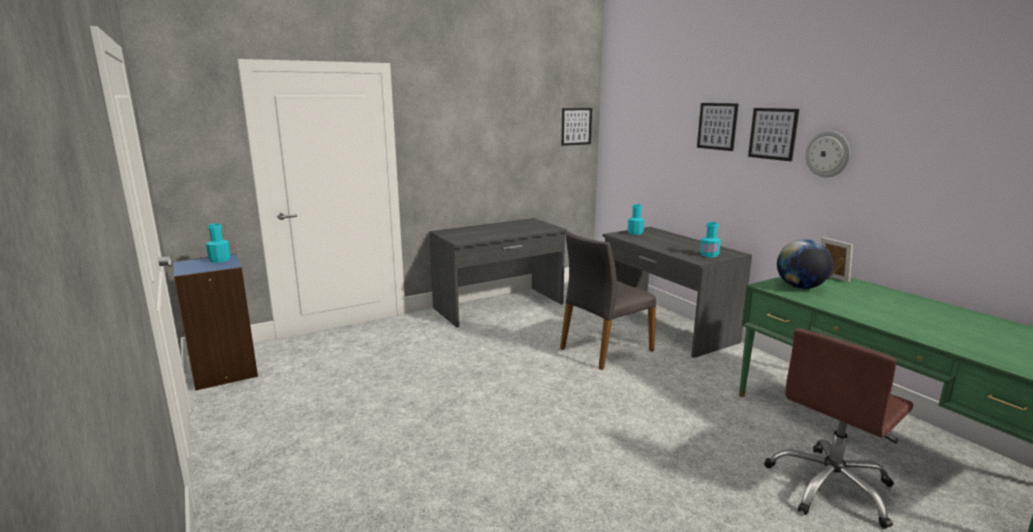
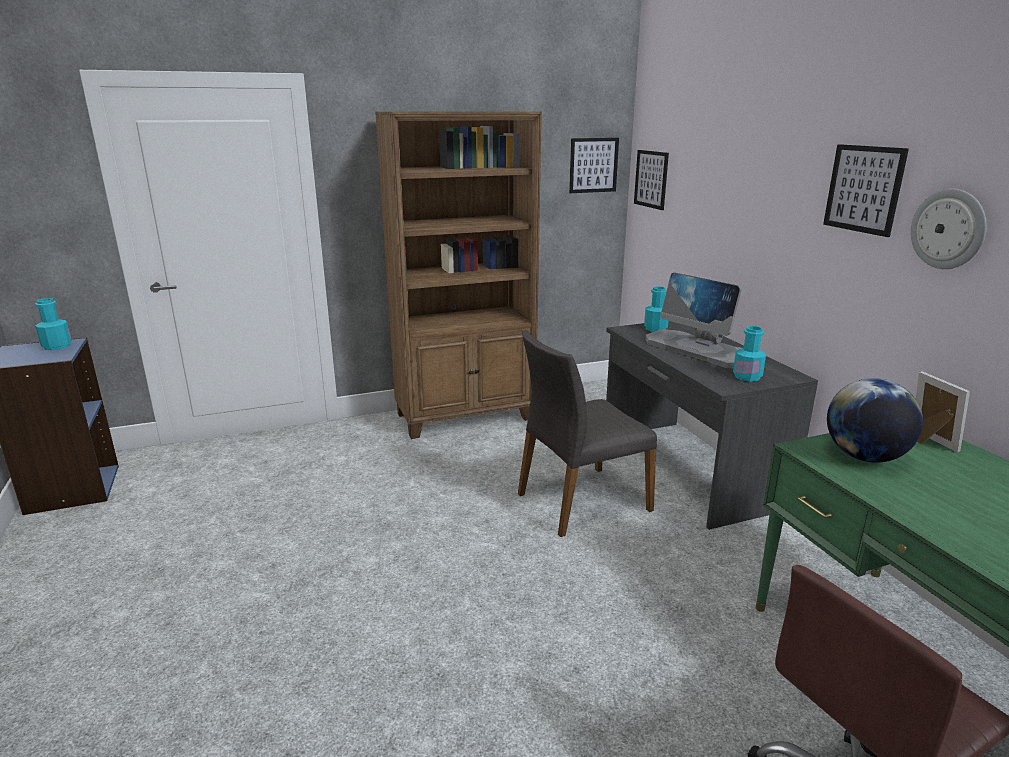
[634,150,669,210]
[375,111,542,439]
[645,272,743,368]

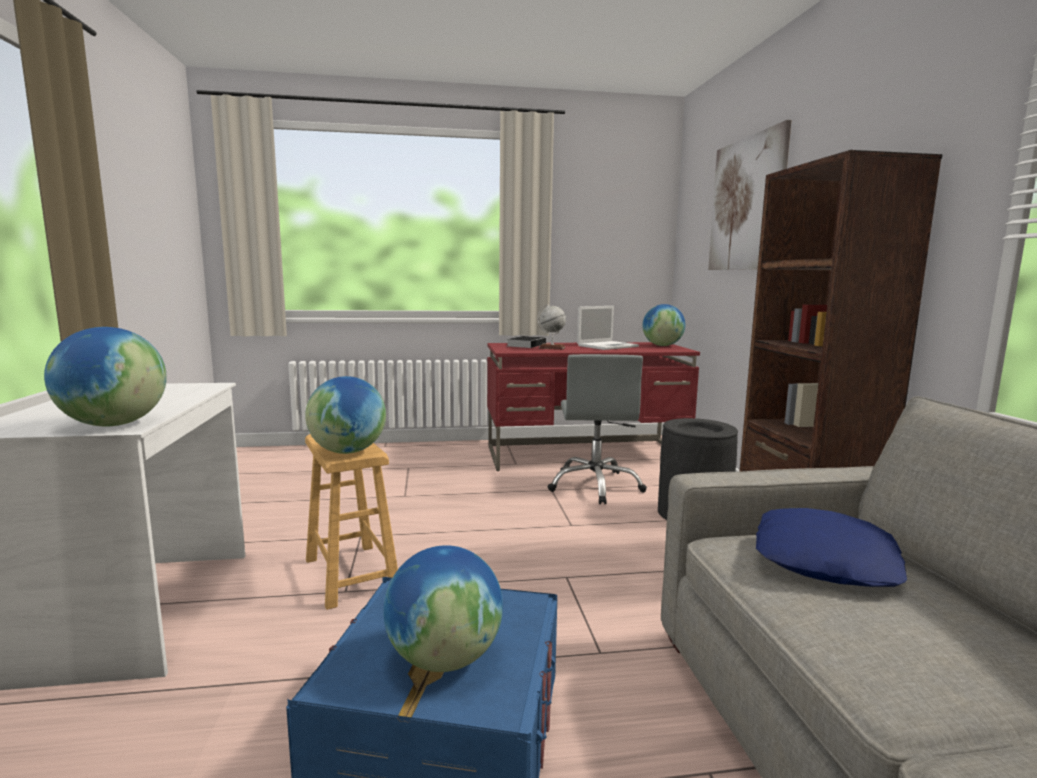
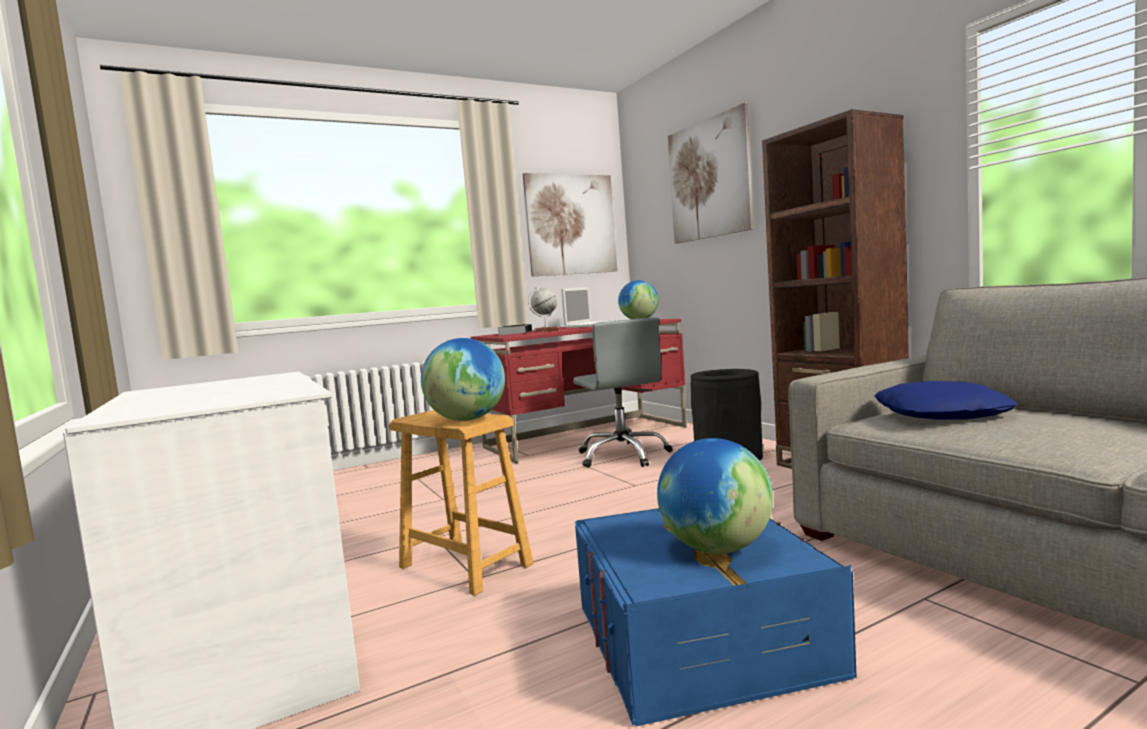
[44,327,167,426] (first image)
[523,173,618,277]

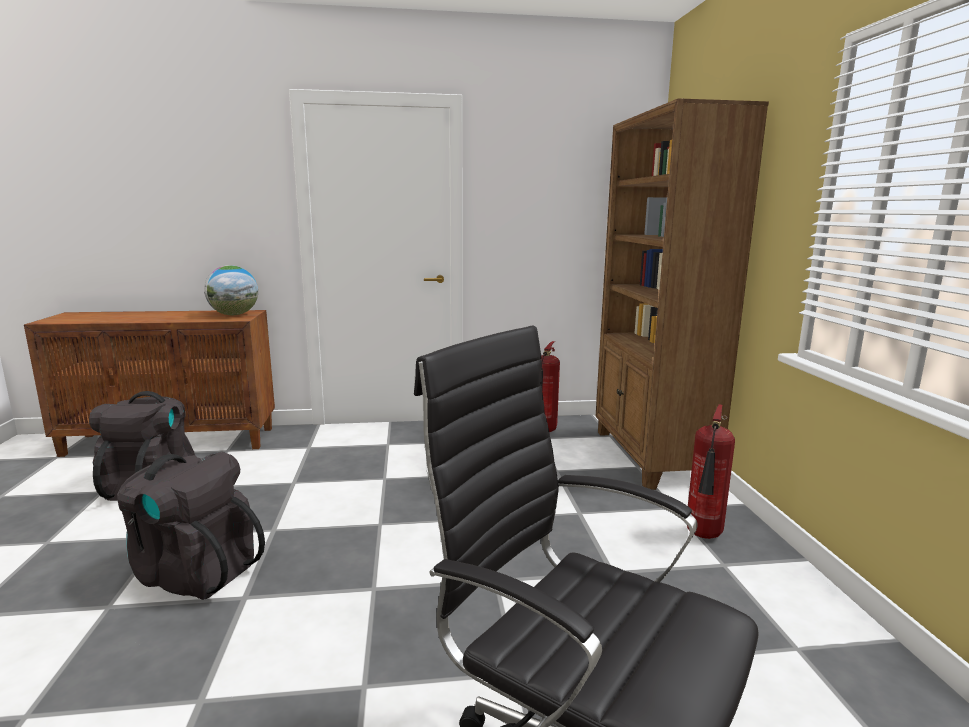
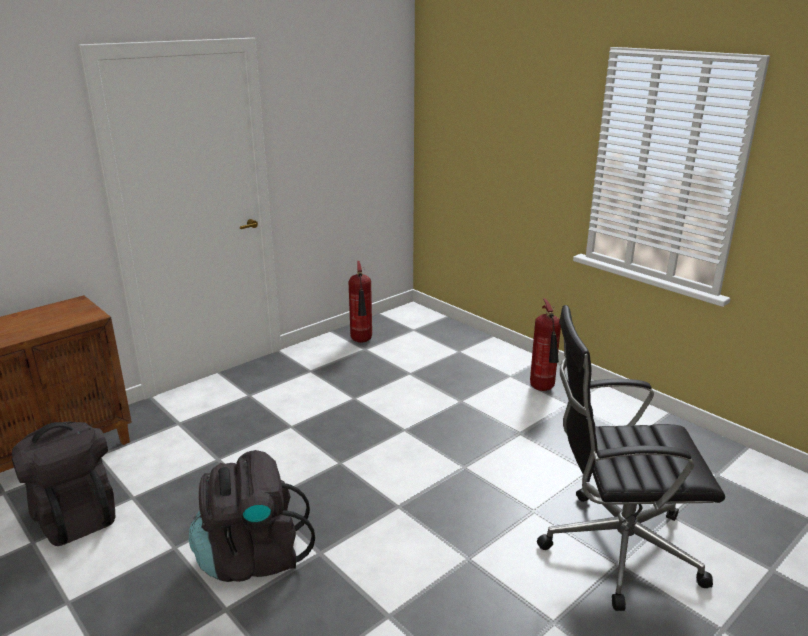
[596,98,769,490] (first image)
[204,265,258,315] (first image)

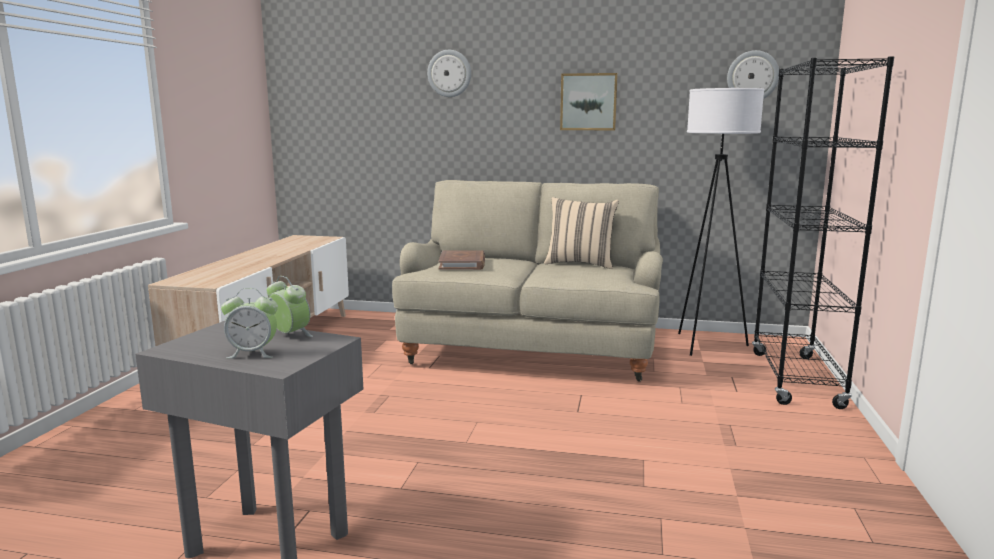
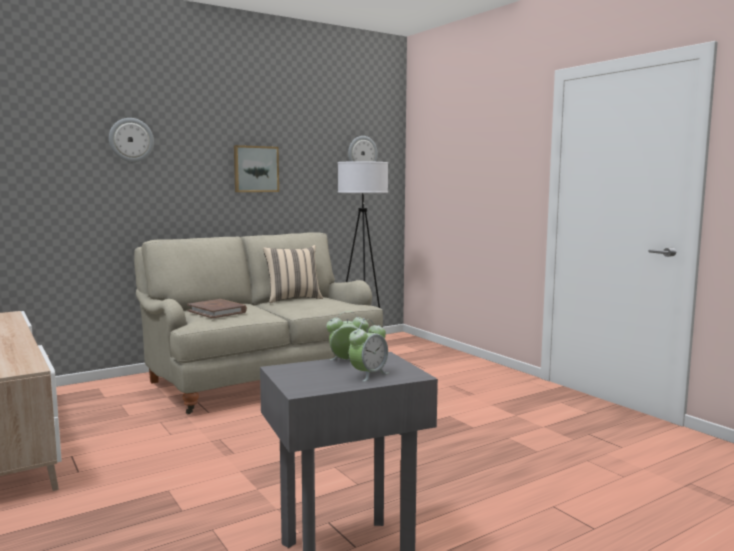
[752,56,894,409] (first image)

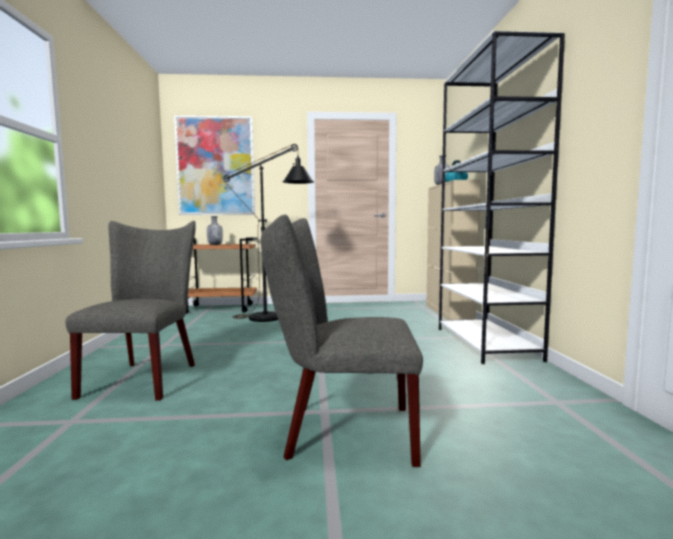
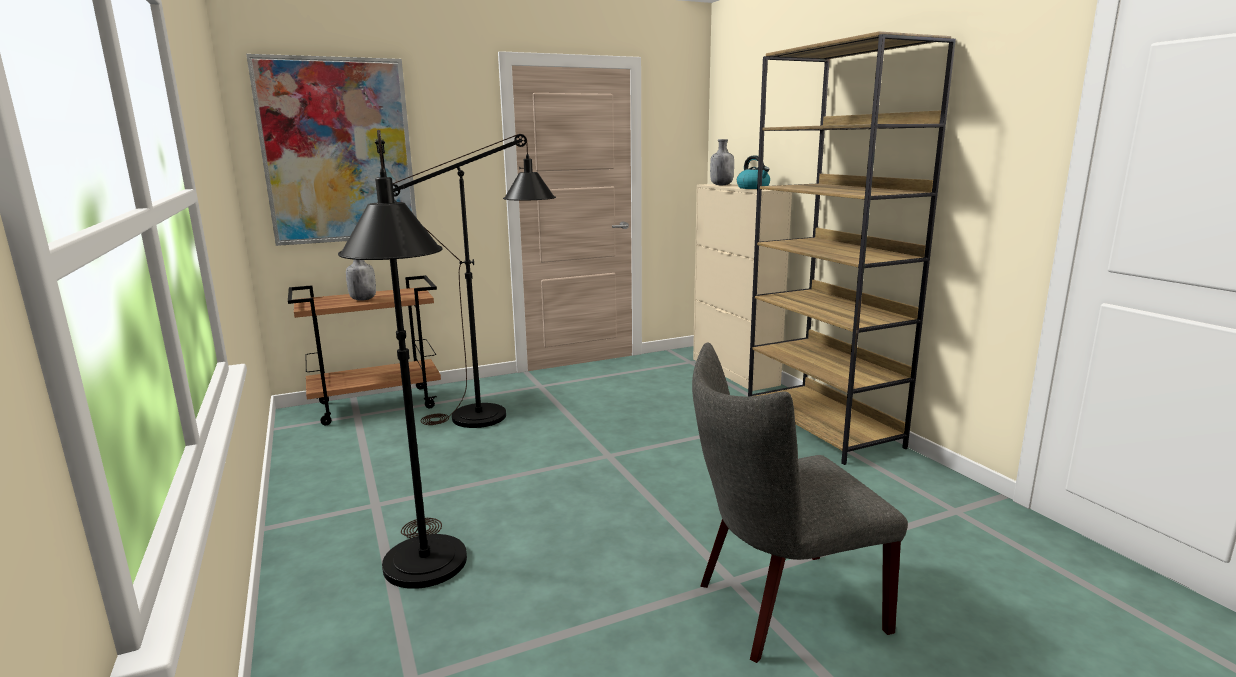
[748,31,956,465]
[338,129,467,589]

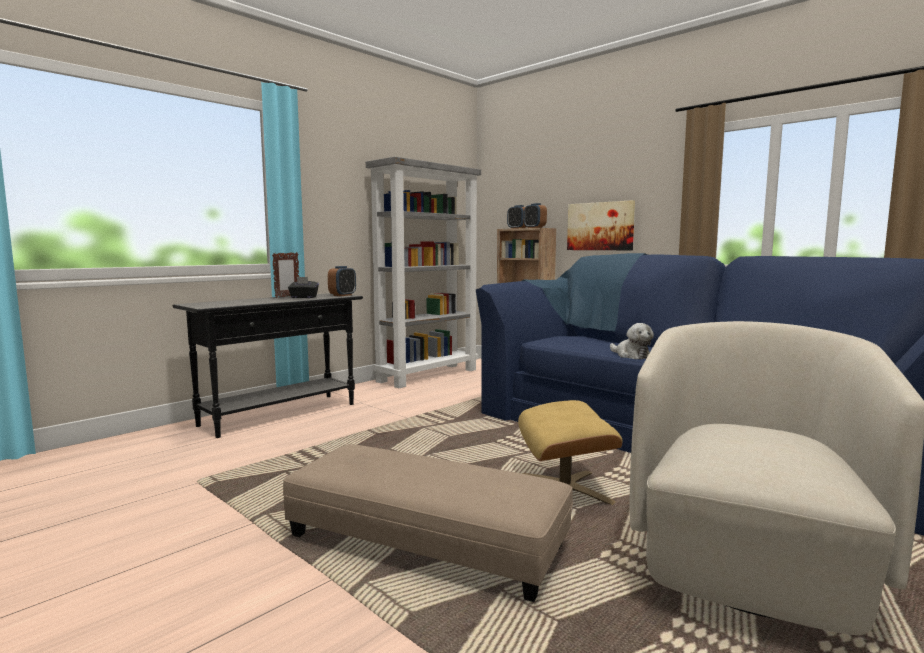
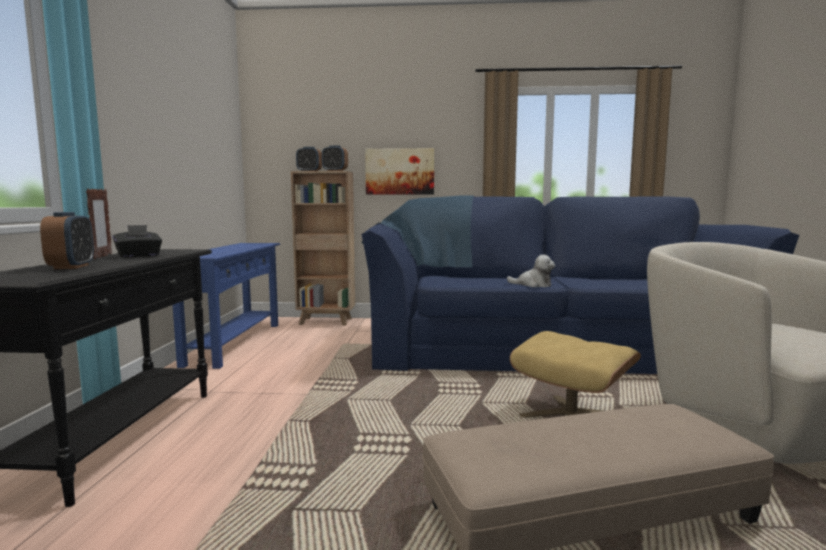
[173,243,280,369]
[40,212,94,269]

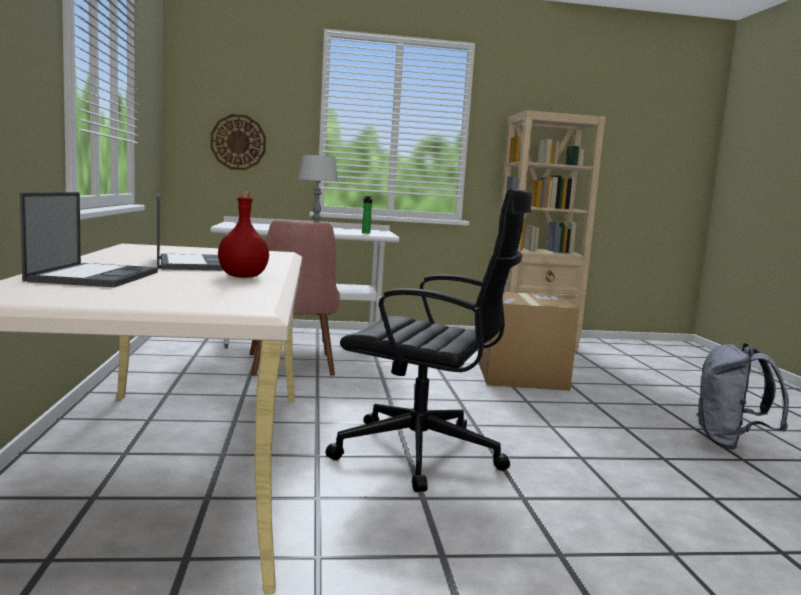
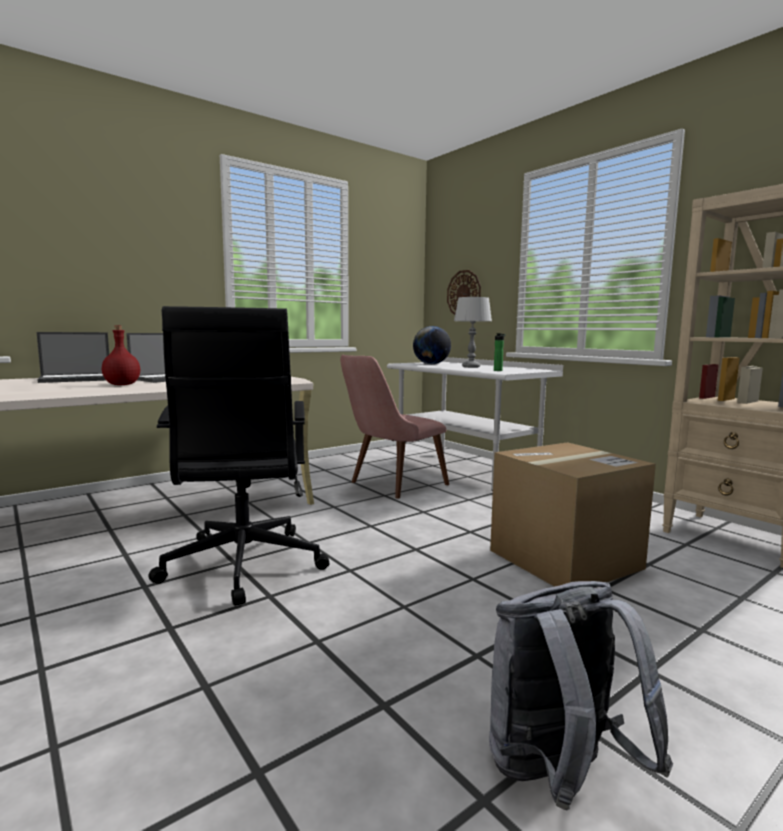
[413,326,451,364]

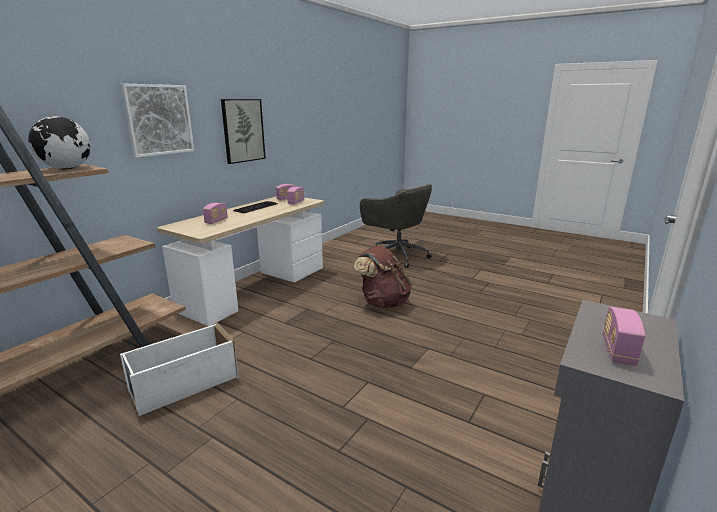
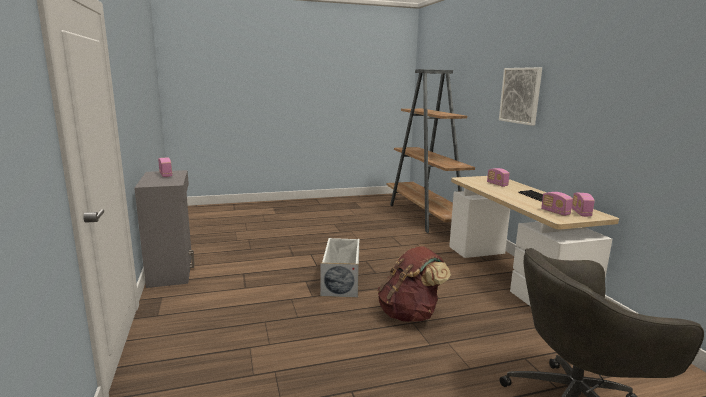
[221,99,266,164] (first image)
[28,116,90,169] (first image)
[320,238,359,298]

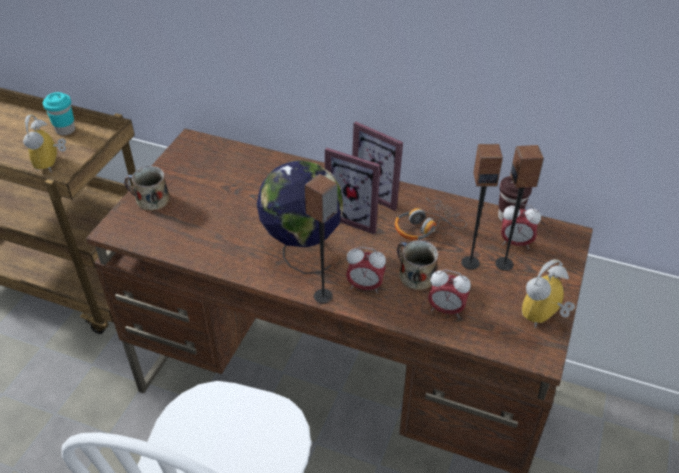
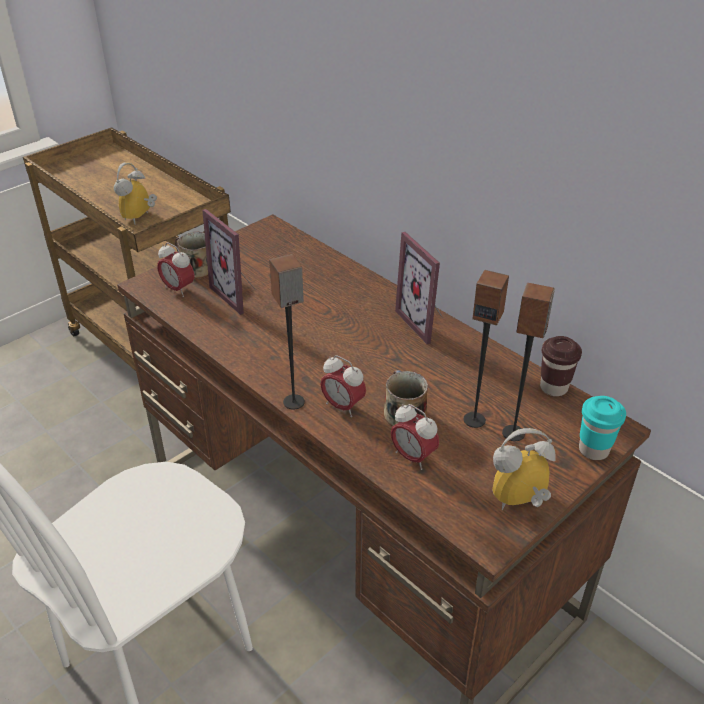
[579,396,626,460]
[202,209,254,315]
[257,160,343,274] (first image)
[395,197,467,241] (first image)
[157,243,194,297]

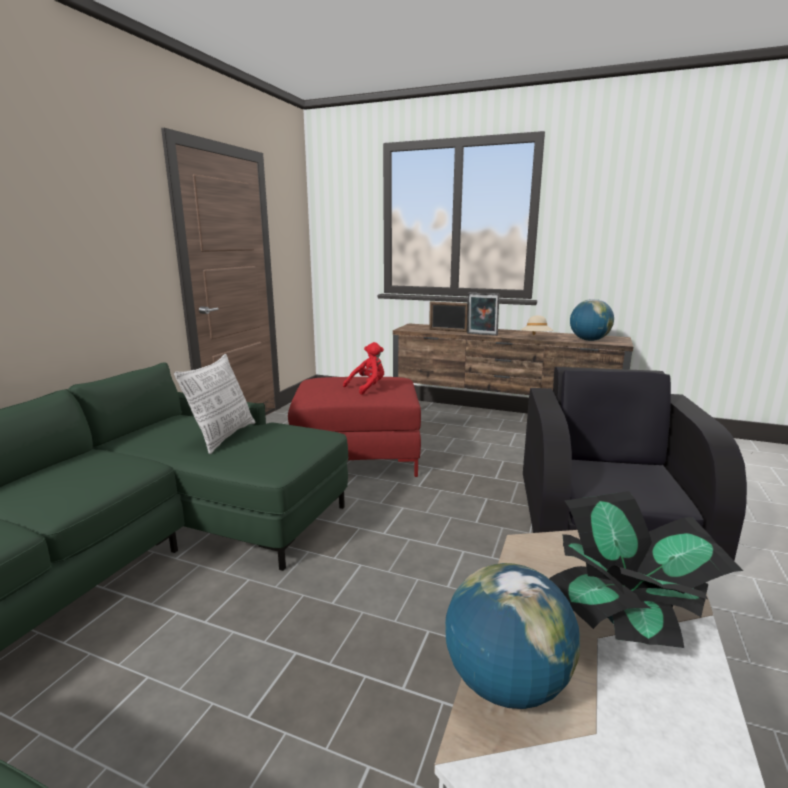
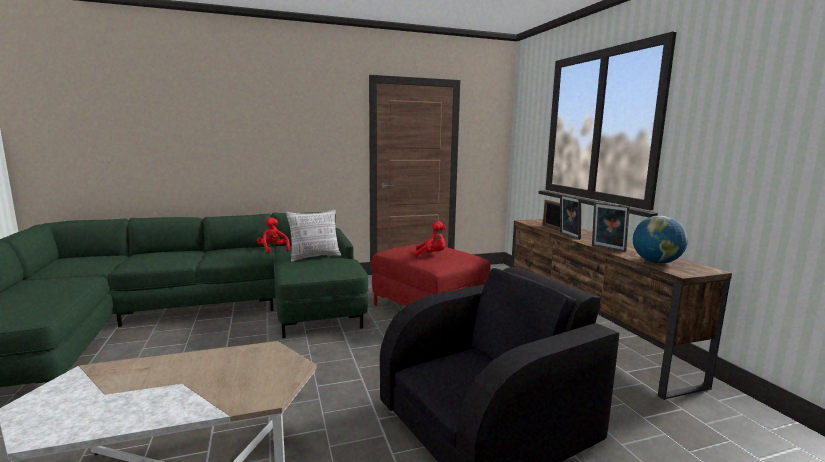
[592,202,630,252]
[549,491,743,648] (first image)
[445,563,580,709] (first image)
[257,217,290,253]

